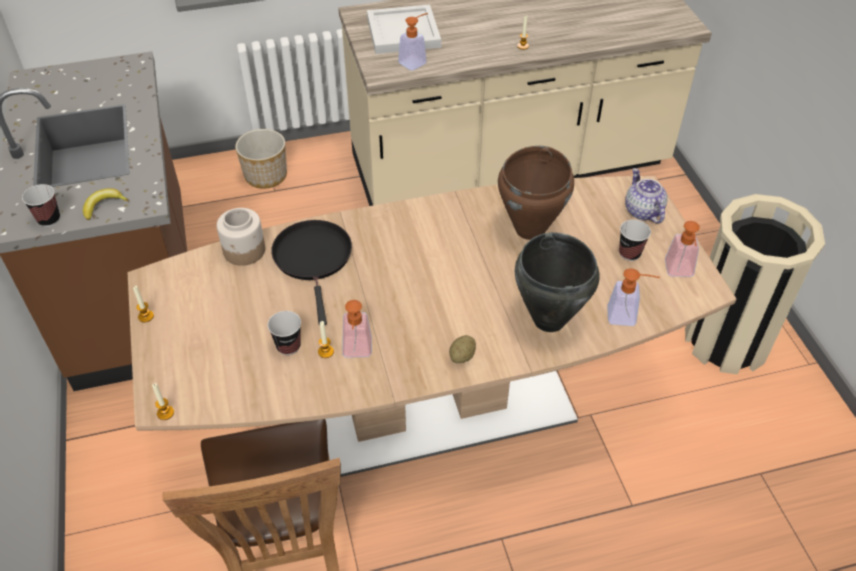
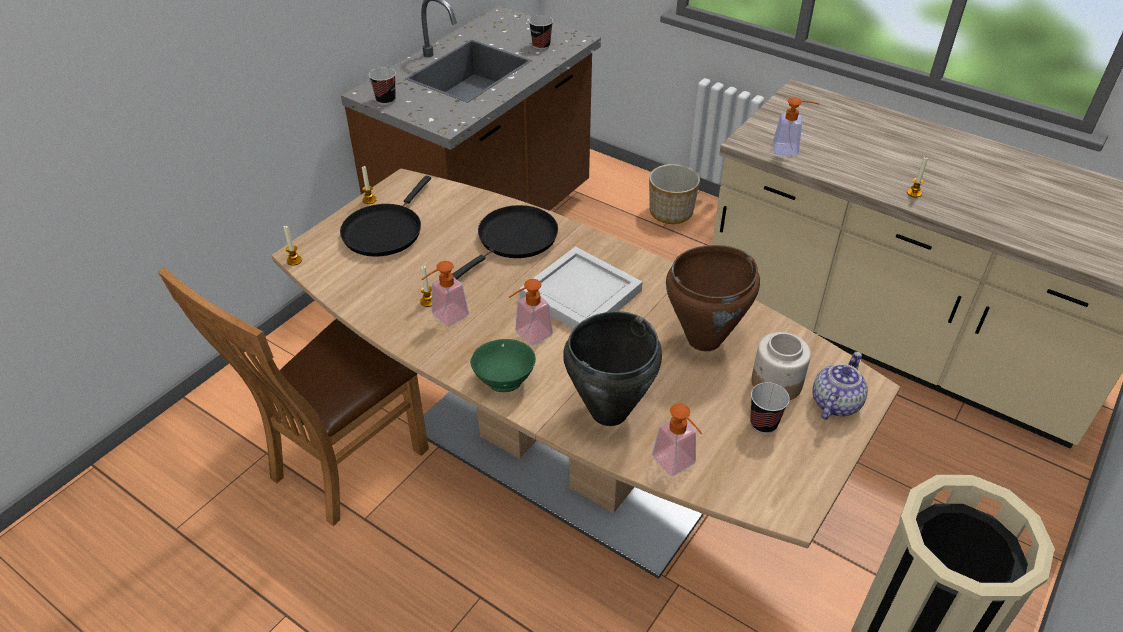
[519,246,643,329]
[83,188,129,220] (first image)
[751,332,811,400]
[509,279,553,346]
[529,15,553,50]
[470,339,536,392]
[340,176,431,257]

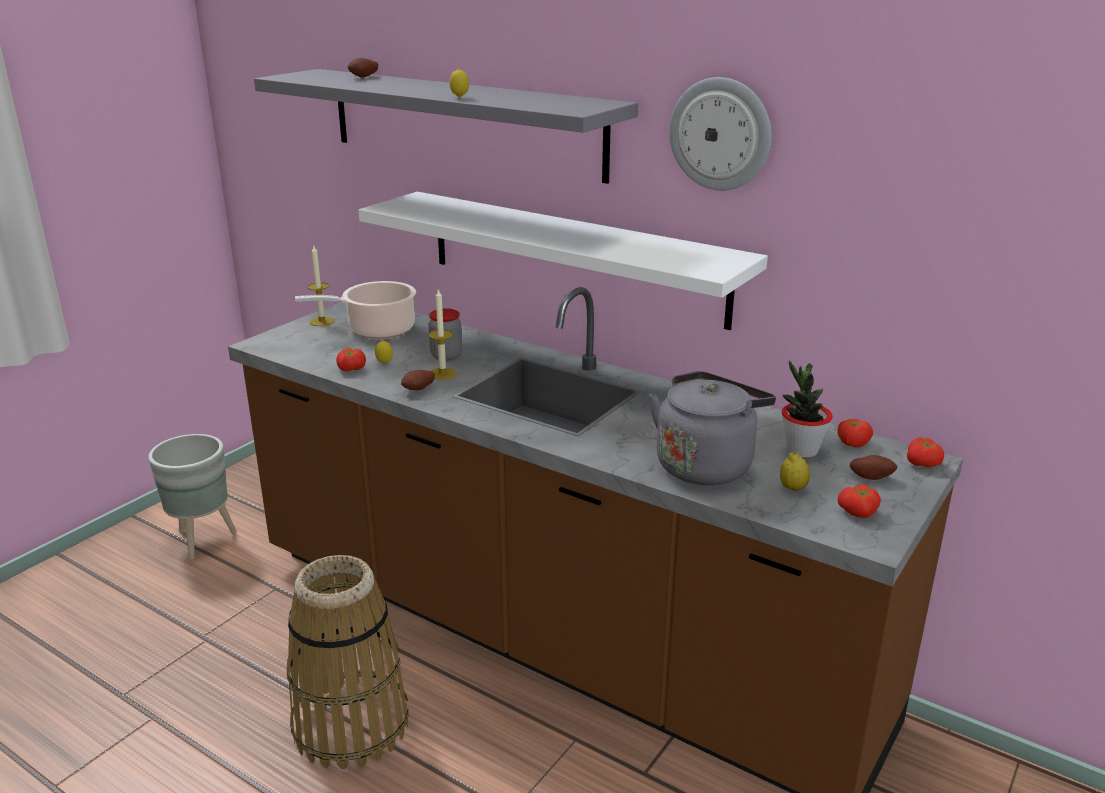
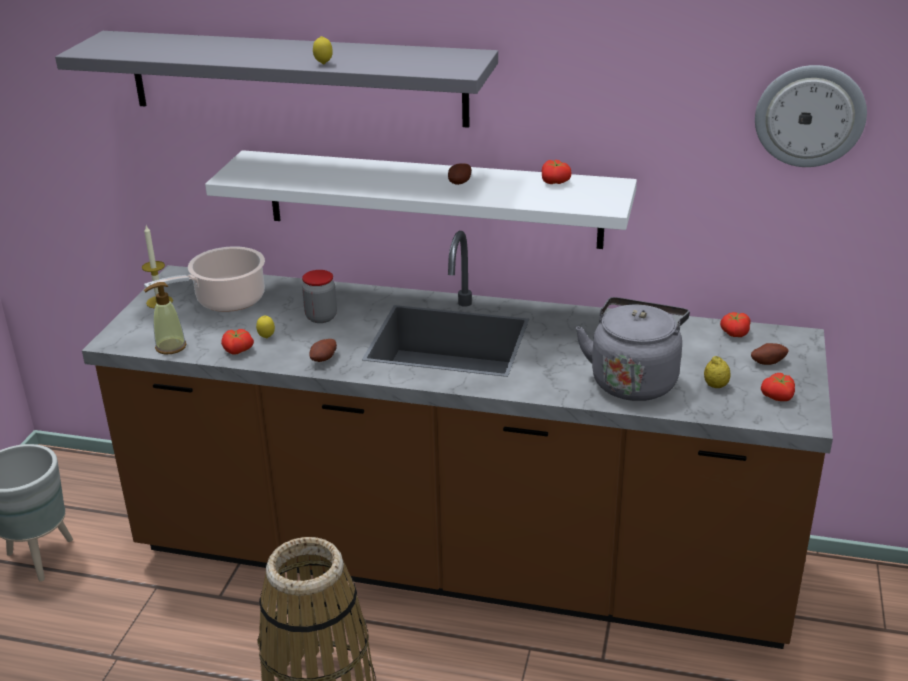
[448,163,471,185]
[755,65,867,167]
[429,289,457,380] (first image)
[782,361,832,458] (first image)
[541,160,571,184]
[144,282,187,354]

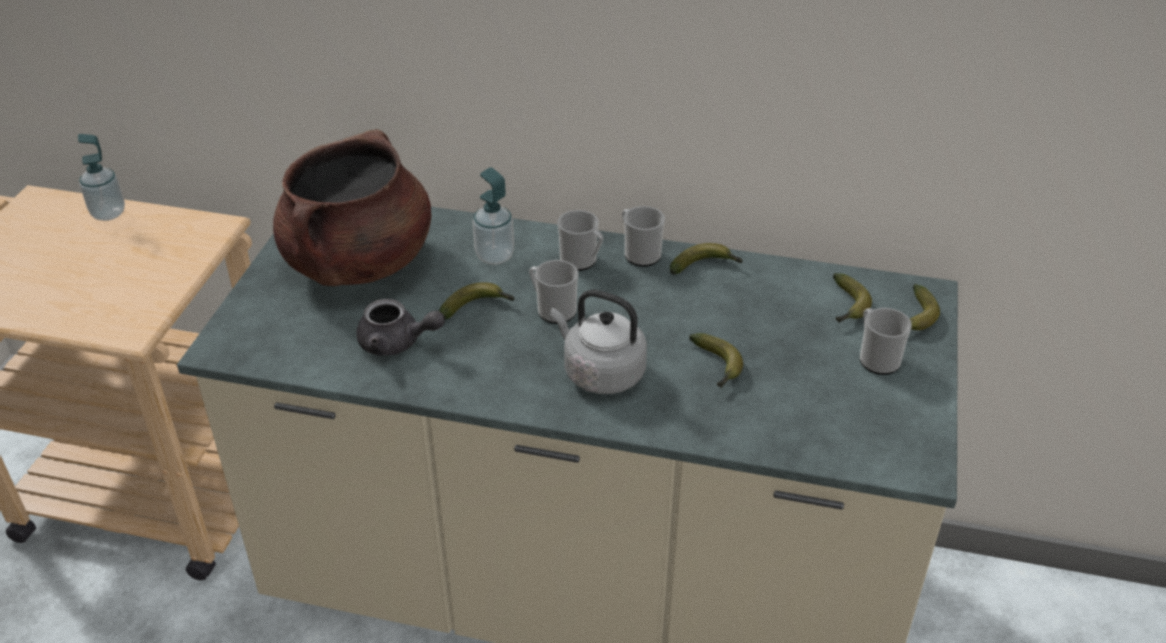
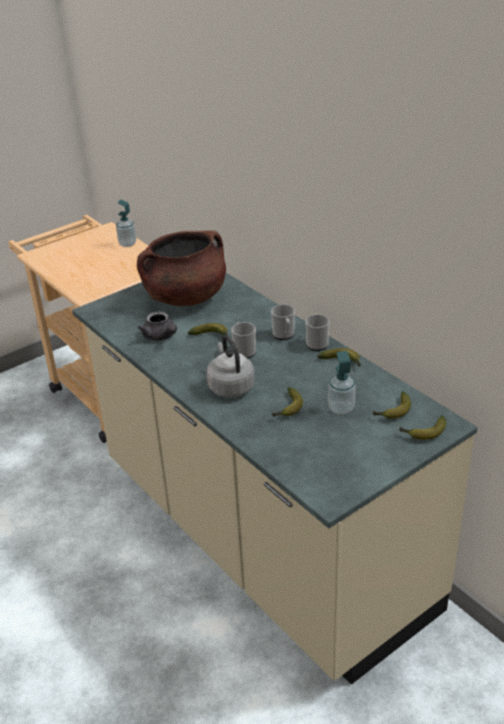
[328,351,356,414]
[860,308,912,375] (first image)

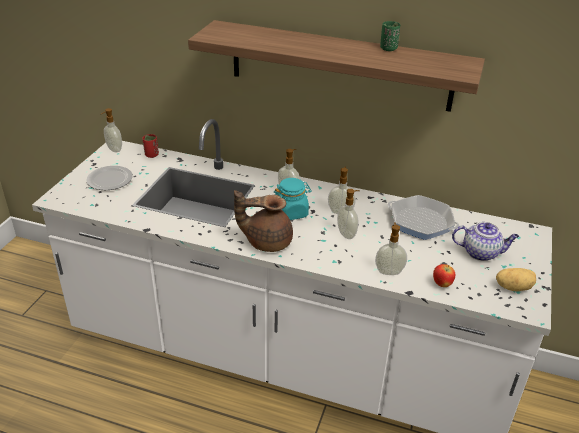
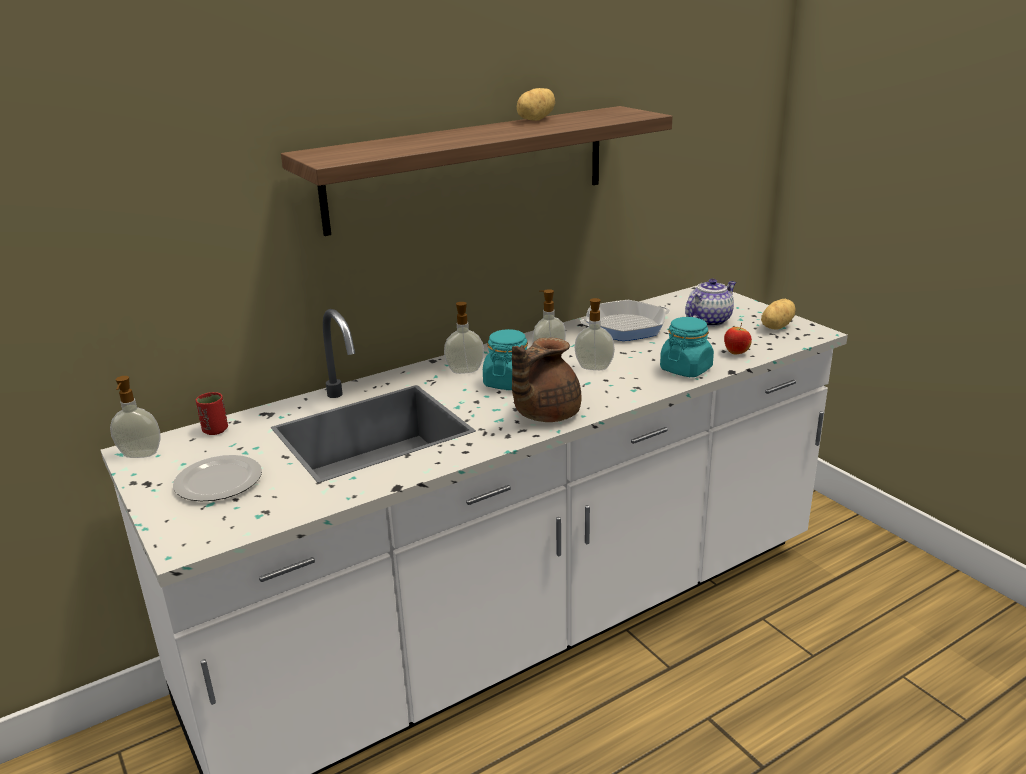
[517,88,555,121]
[660,317,714,377]

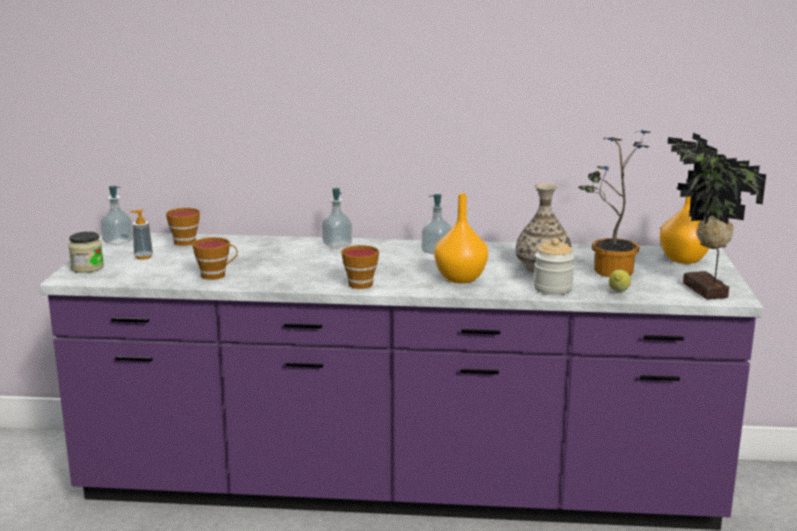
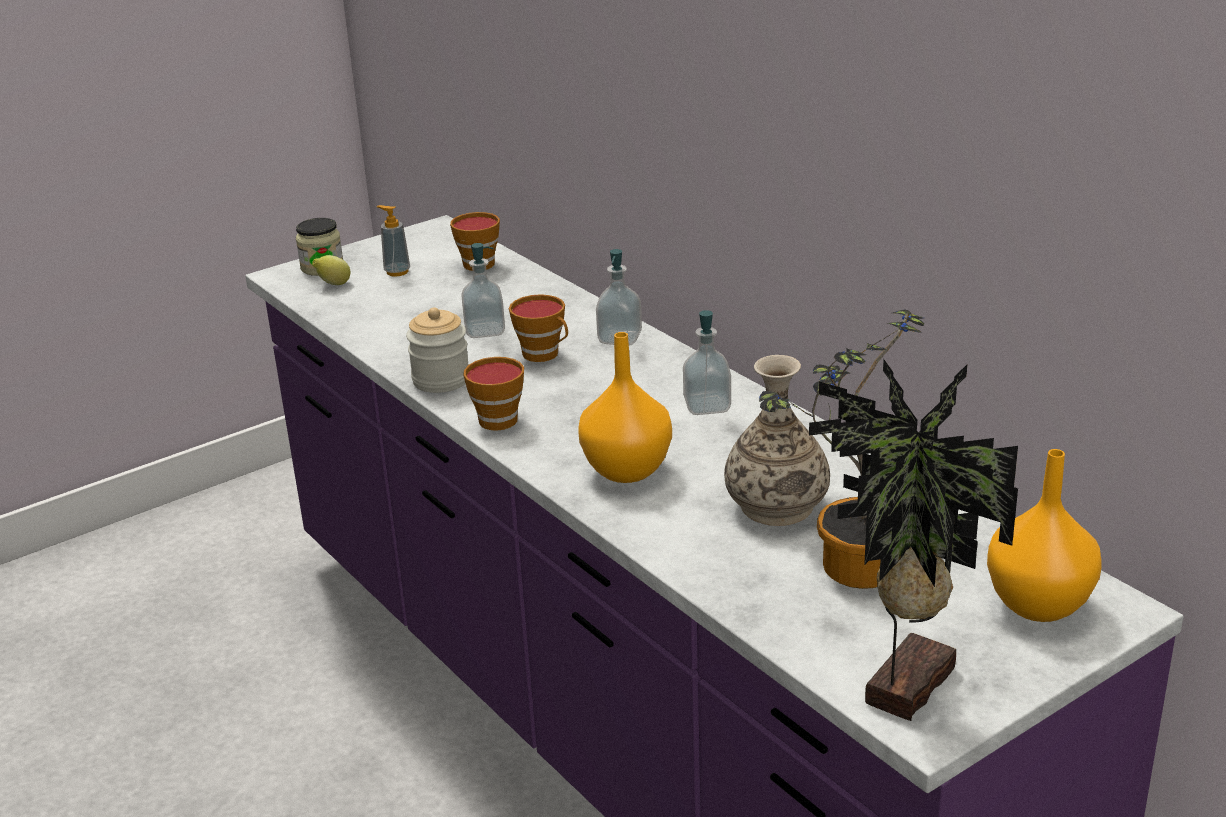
[461,243,505,338]
[509,294,568,362]
[406,307,469,393]
[312,255,350,285]

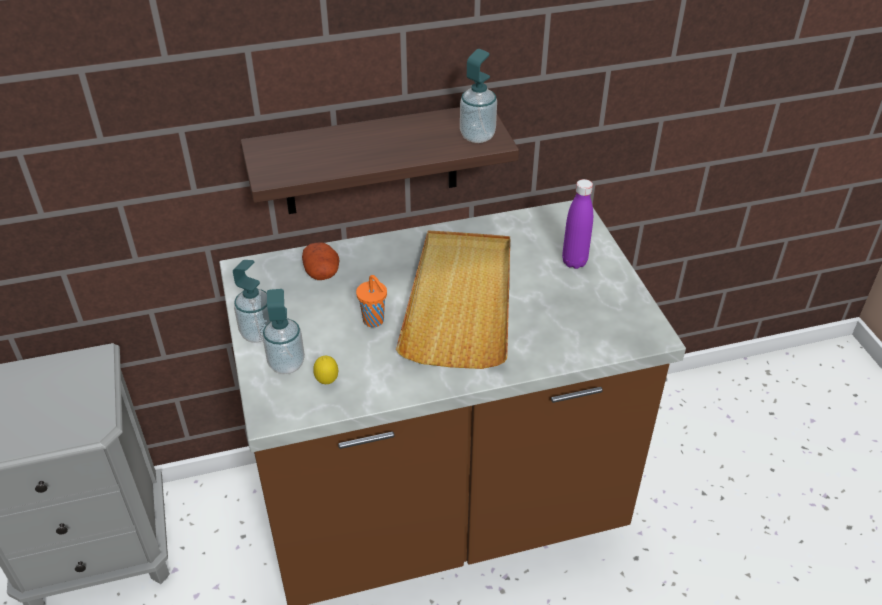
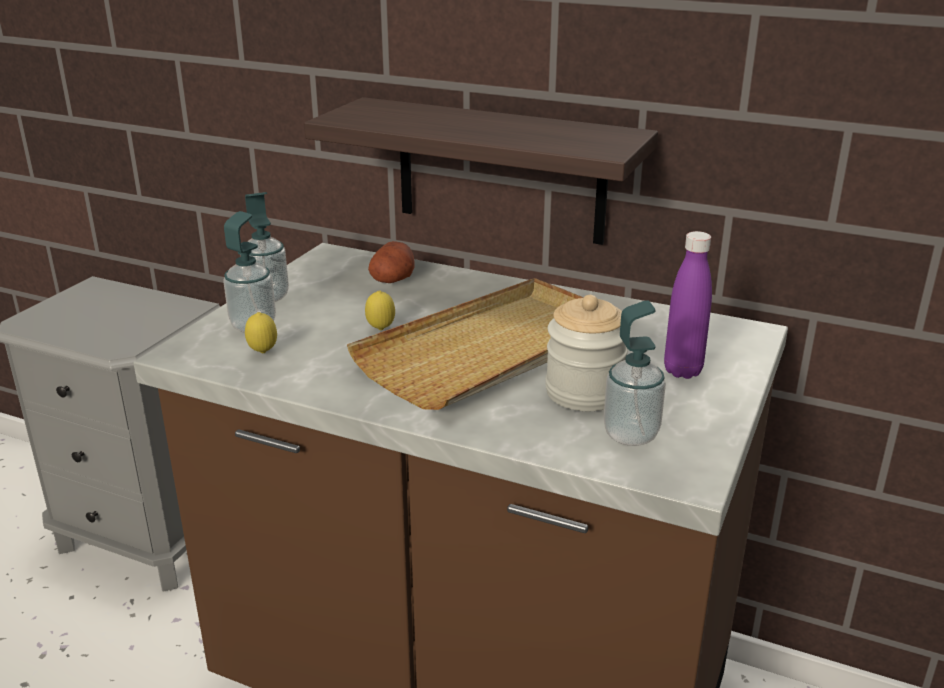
[604,300,666,446]
[365,291,395,330]
[545,295,628,411]

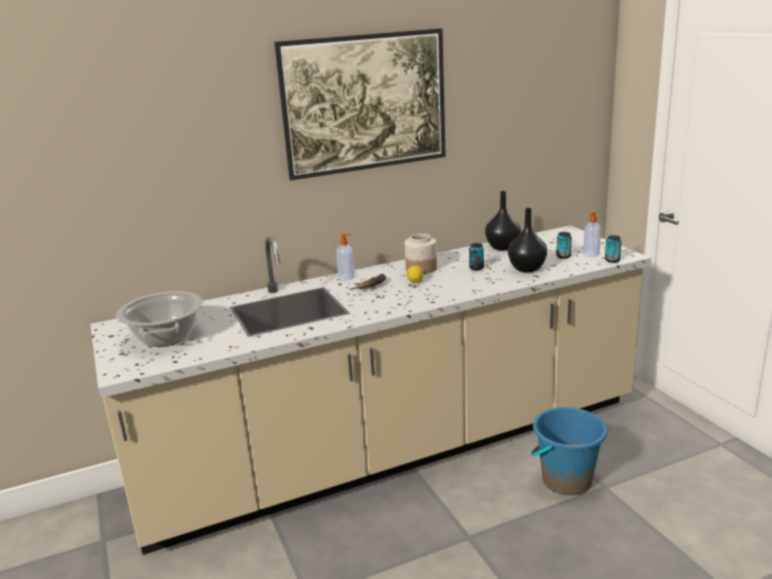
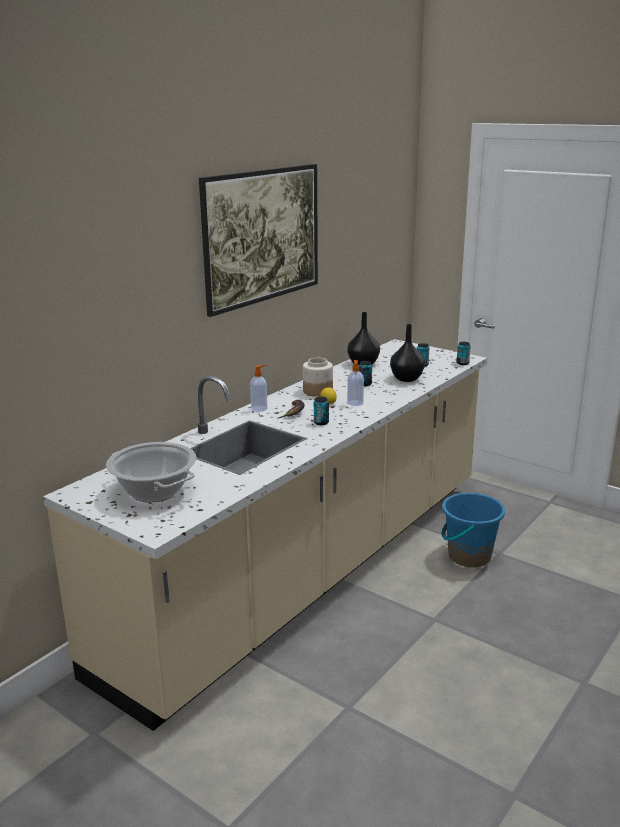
[347,360,364,406]
[314,397,329,425]

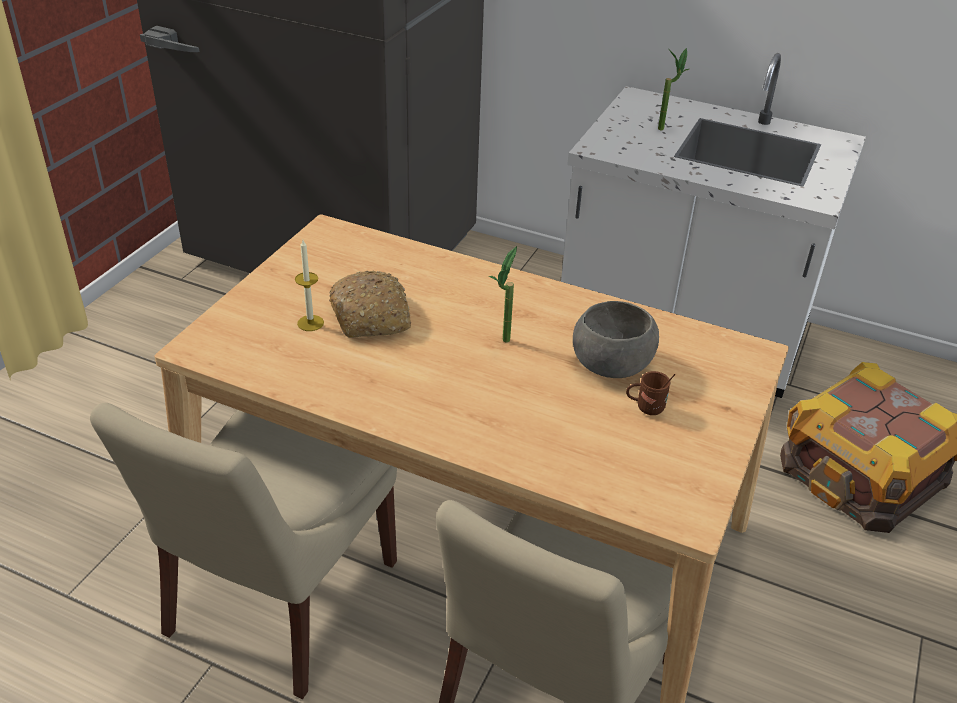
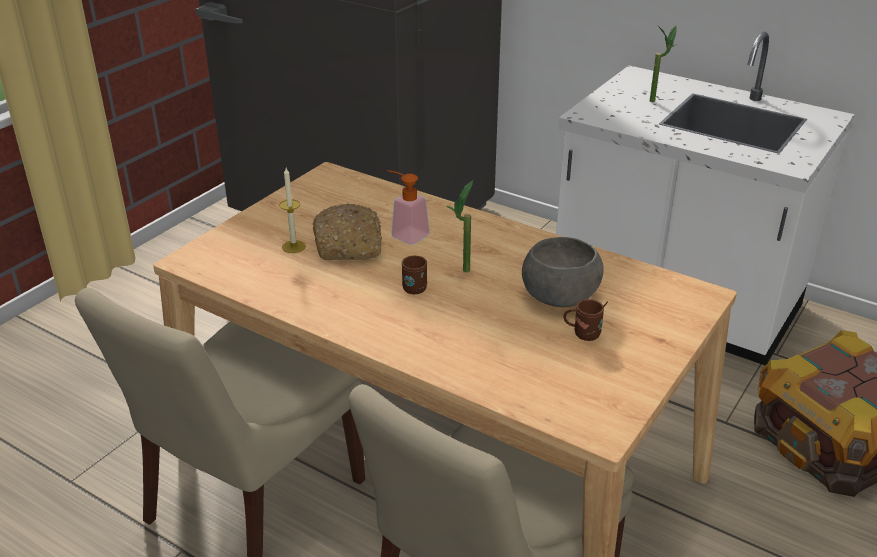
[388,170,430,245]
[402,256,427,294]

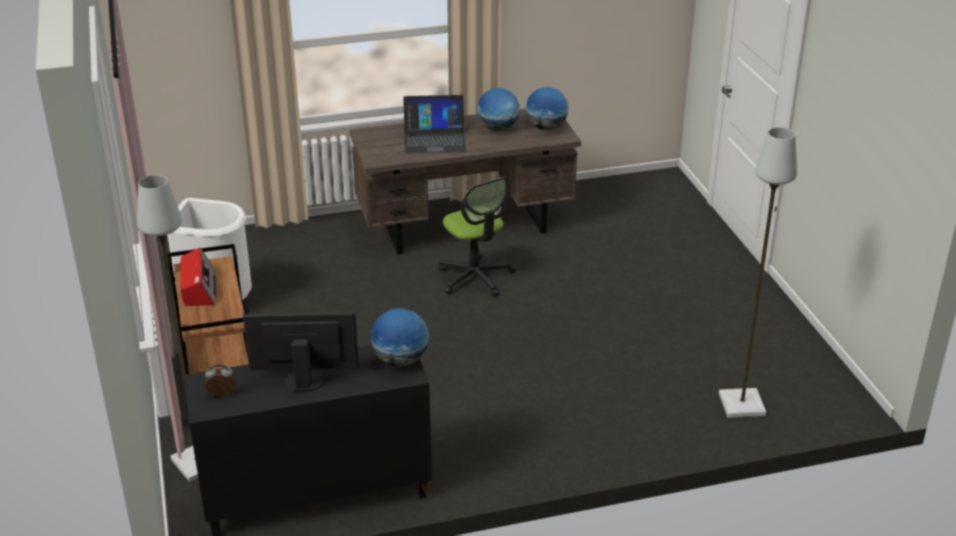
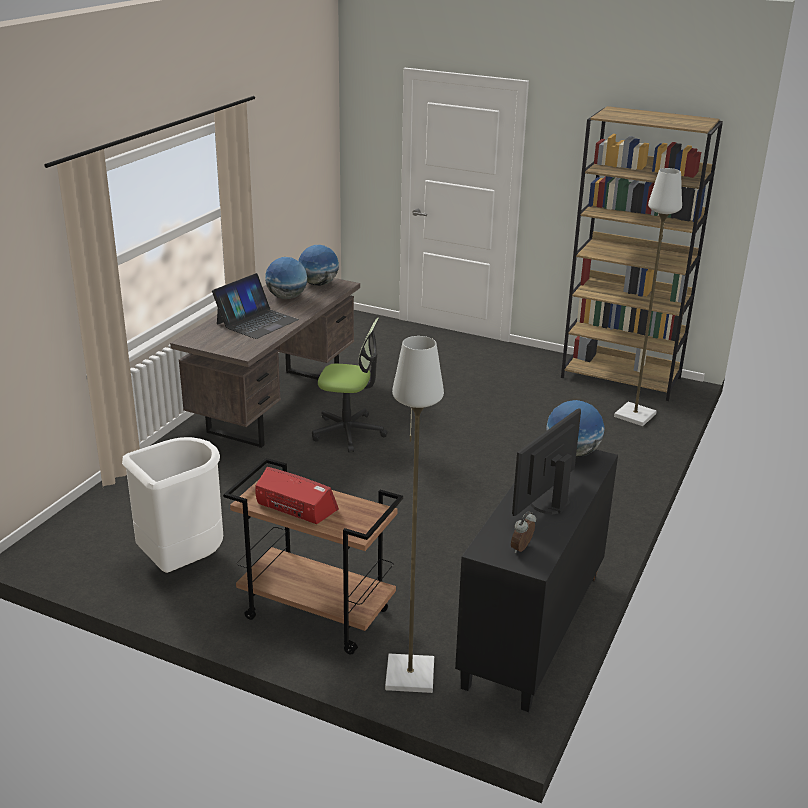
[561,106,723,401]

